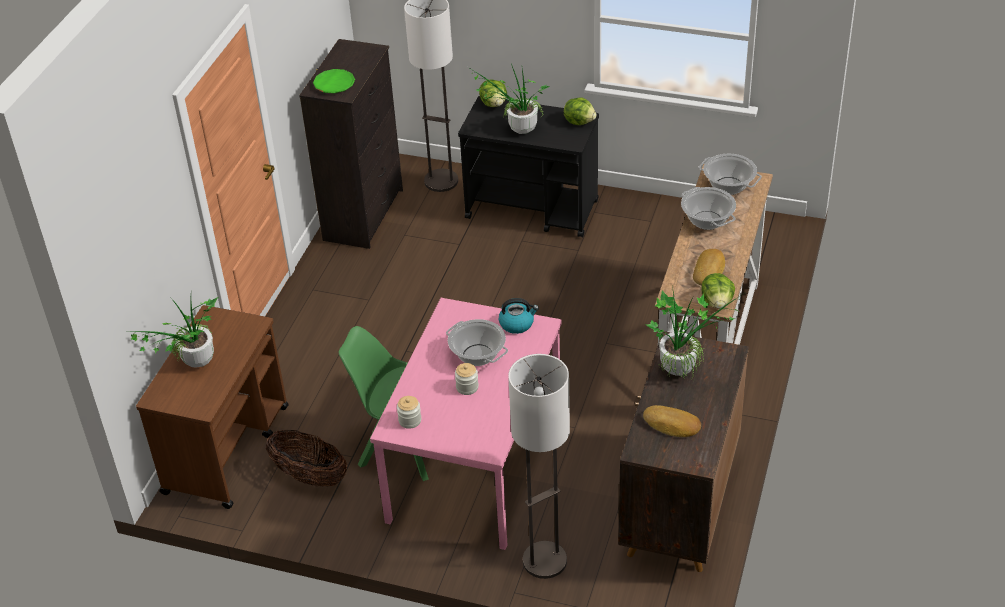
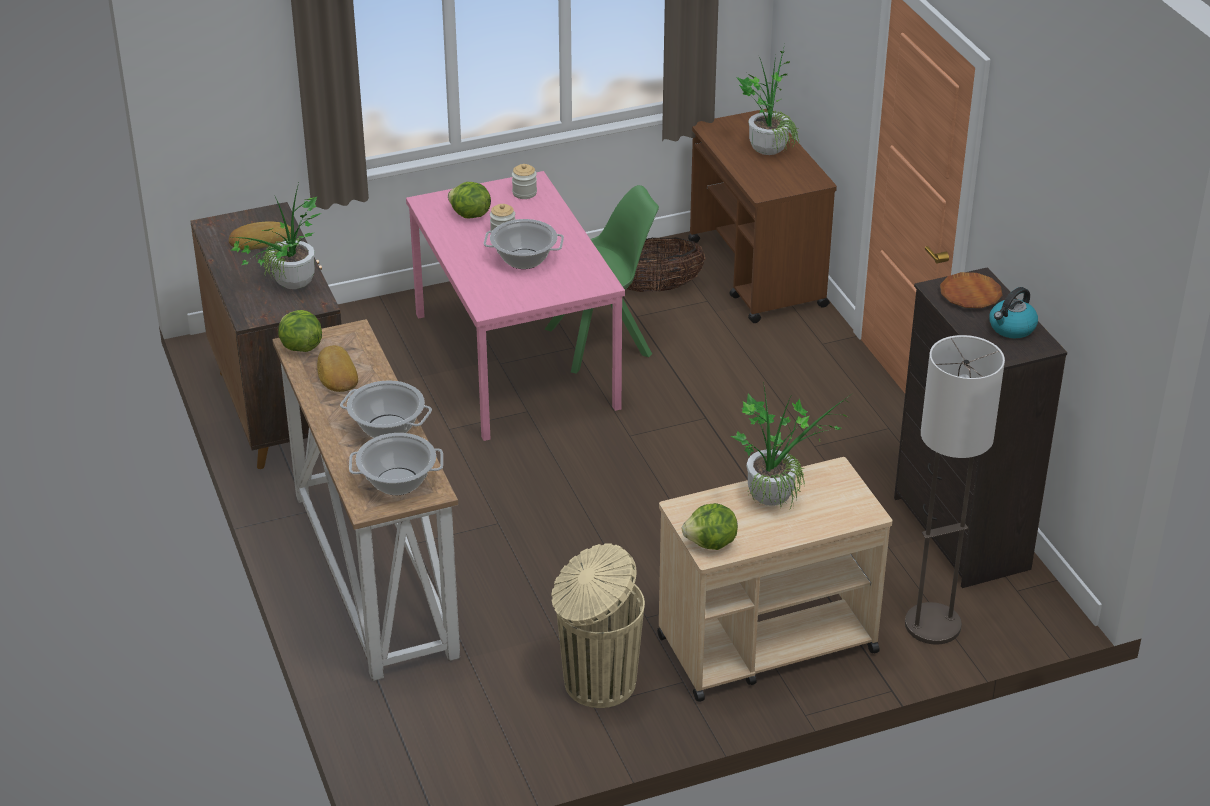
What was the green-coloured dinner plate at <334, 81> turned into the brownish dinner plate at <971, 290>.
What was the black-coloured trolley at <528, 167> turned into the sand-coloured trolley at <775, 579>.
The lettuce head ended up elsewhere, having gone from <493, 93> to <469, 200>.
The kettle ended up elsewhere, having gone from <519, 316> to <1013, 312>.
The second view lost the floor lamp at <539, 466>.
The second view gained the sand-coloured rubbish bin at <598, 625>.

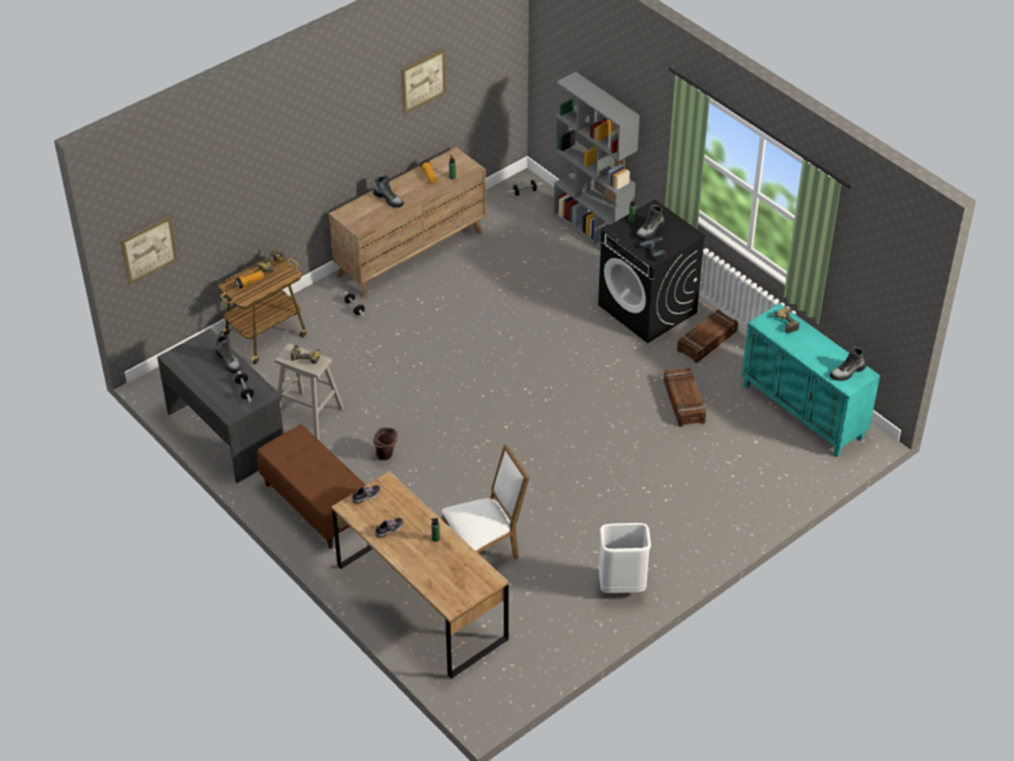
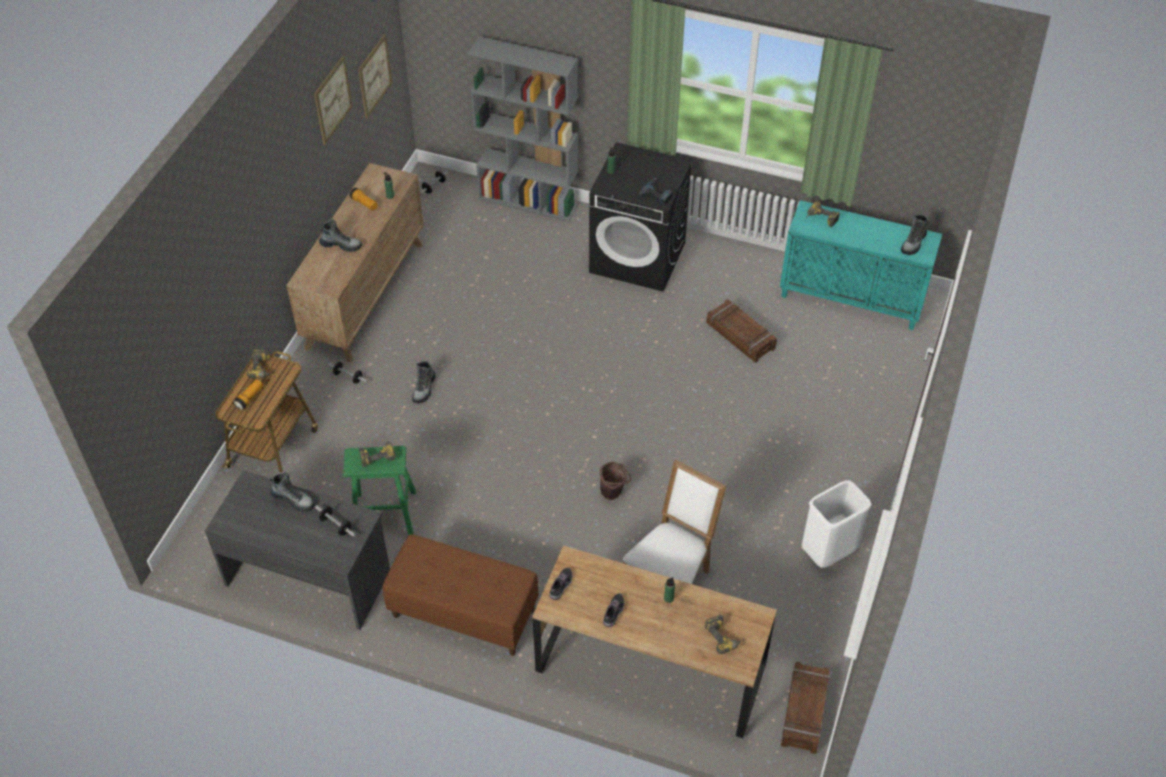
The picture ended up elsewhere, having gone from <149, 250> to <375, 76>.
What was the sand-coloured stool seat at <309, 391> turned into the green-coloured stool seat at <379, 490>.
The brownish bucket ended up elsewhere, having gone from <385, 443> to <616, 481>.
The boot ended up elsewhere, having gone from <651, 222> to <424, 382>.
The packing crate ended up elsewhere, having gone from <707, 336> to <805, 708>.
The second view gained the electric drill at <724, 634>.

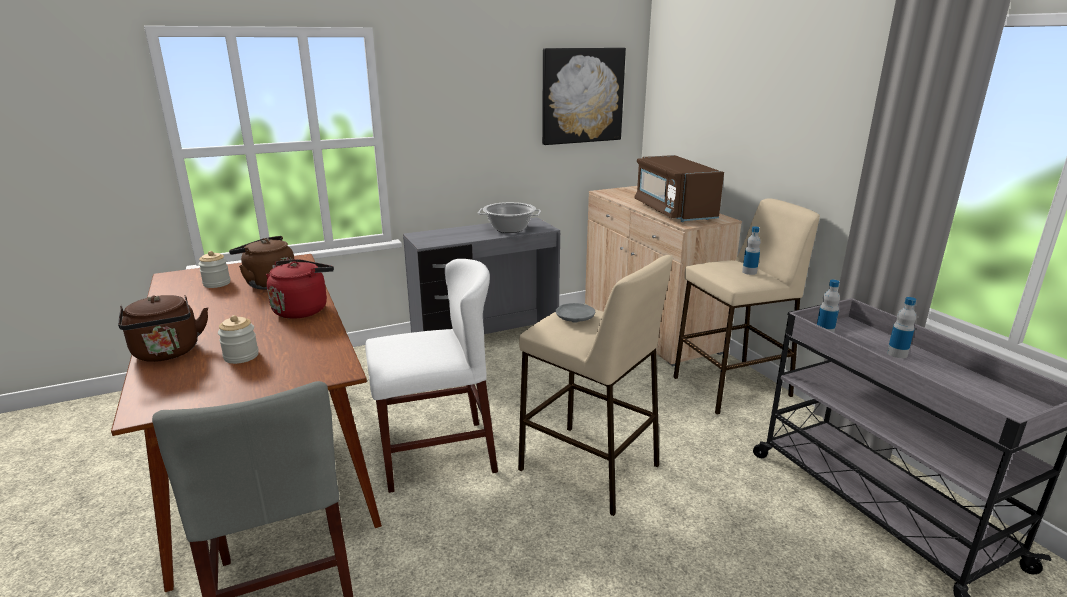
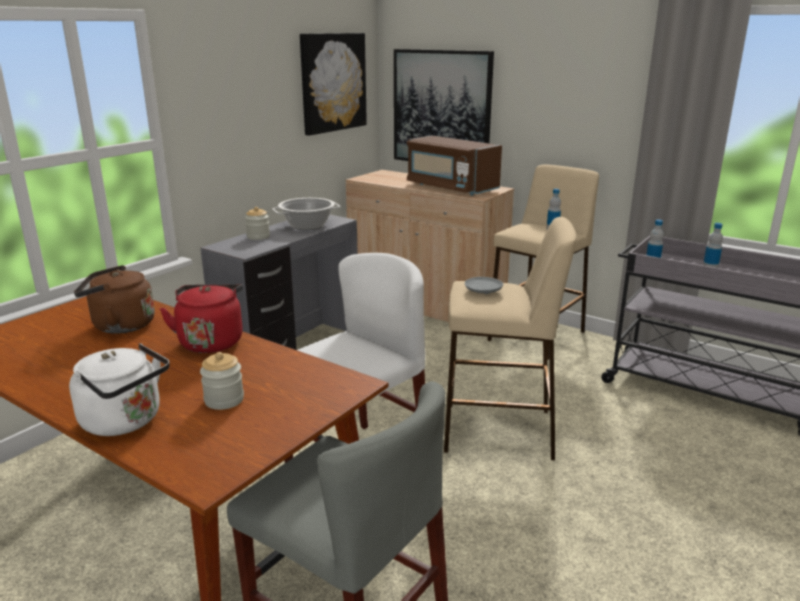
What was the brownish kettle at <163, 328> turned into the white kettle at <119, 389>.
The jar ended up elsewhere, having gone from <214, 269> to <257, 223>.
The second view gained the picture at <444, 105>.

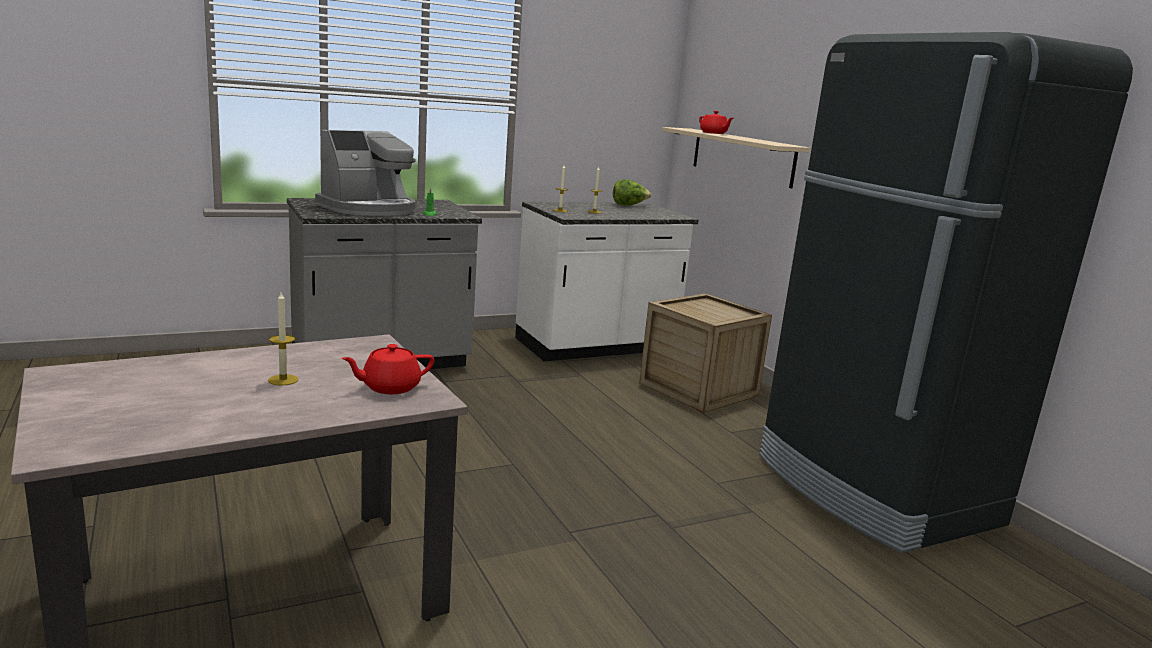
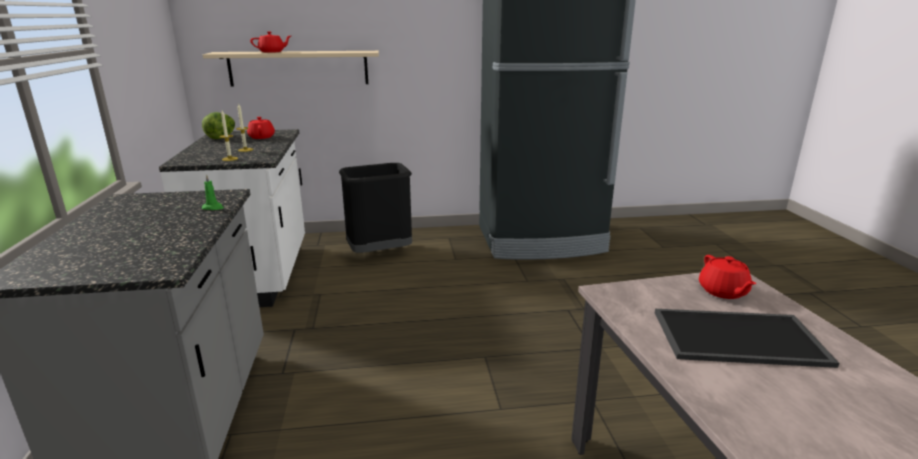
Where the wax light stood at <283, 339>, the tray came to stand at <747, 338>.
The second view lost the coffee brewer at <365, 173>.
Where the packing crate stood at <705, 353>, the black-coloured rubbish bin came to stand at <375, 208>.
The second view gained the red pot for tea at <261, 128>.

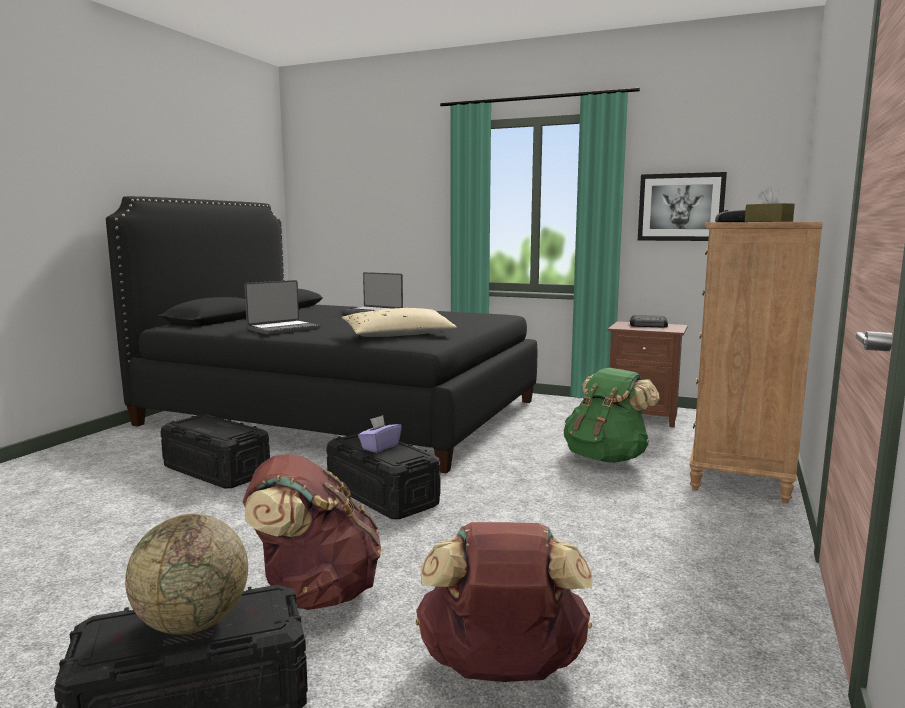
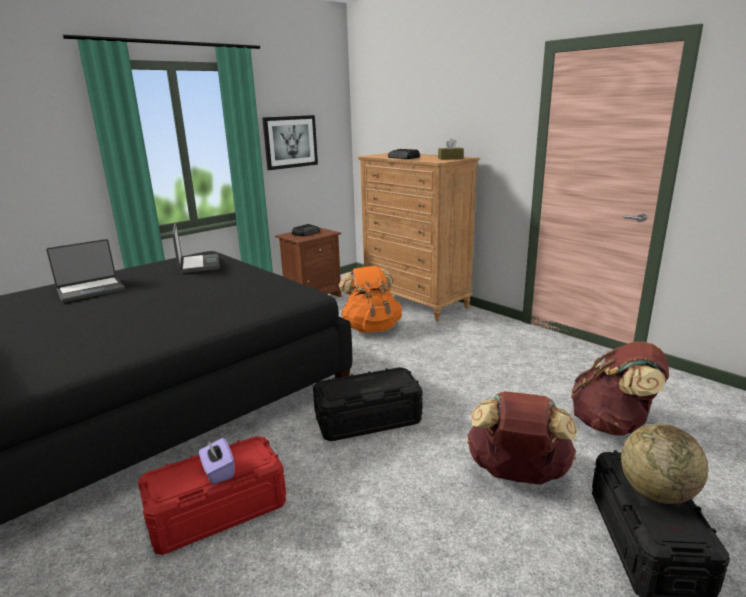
What was the black-coloured storage container at <215, 451> turned into the red storage container at <212, 495>.
The notebook computer ended up elsewhere, having gone from <282, 307> to <196, 248>.
The second view lost the sand-coloured throw pillow at <399, 322>.
The purple-coloured tissue holder ended up elsewhere, having gone from <380, 434> to <216, 461>.
What was the green-coloured backpack at <612, 415> turned into the orange backpack at <370, 299>.

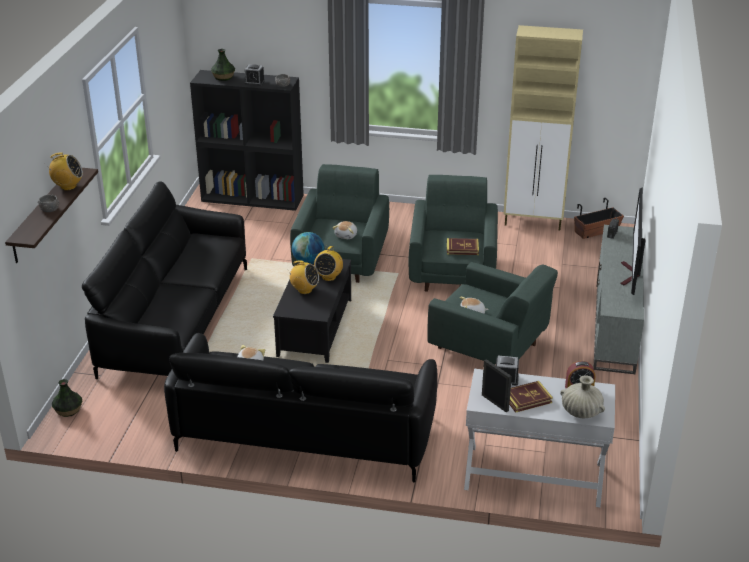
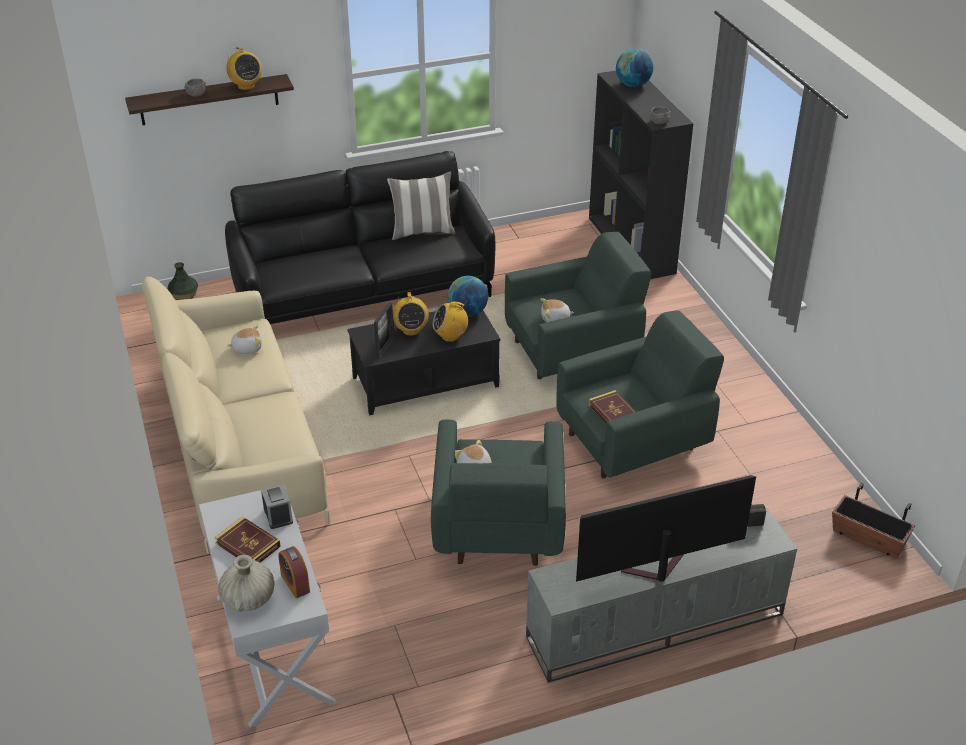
What was the black-coloured couch at <300, 407> turned into the sand-coloured couch at <236, 415>.
Where the decorative vase stood at <223, 65>, the world globe came to stand at <634, 68>.
The second view lost the alarm clock at <255, 75>.
The picture frame ended up elsewhere, having gone from <497, 385> to <384, 331>.
The second view lost the sand-coloured cabinet at <543, 128>.
The second view gained the throw pillow at <421, 205>.

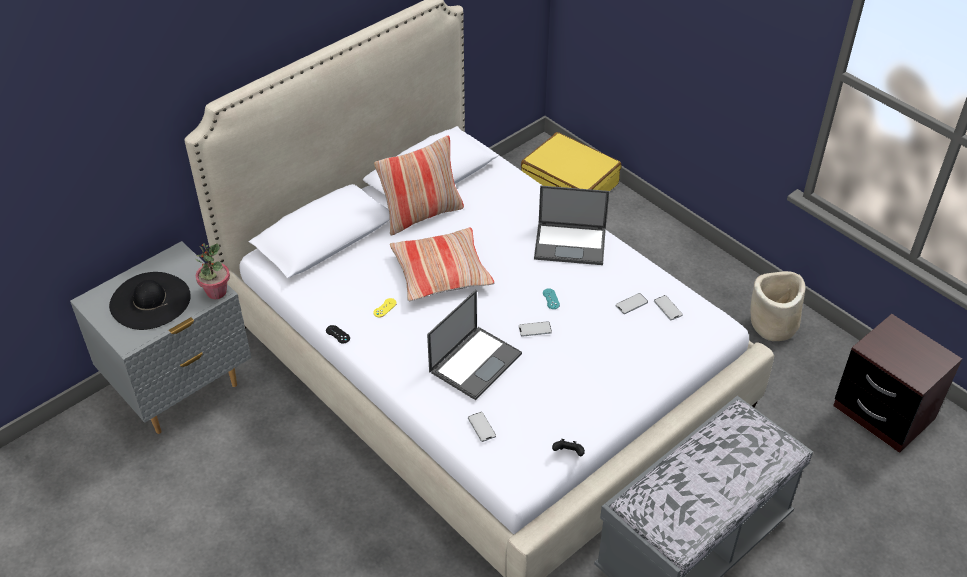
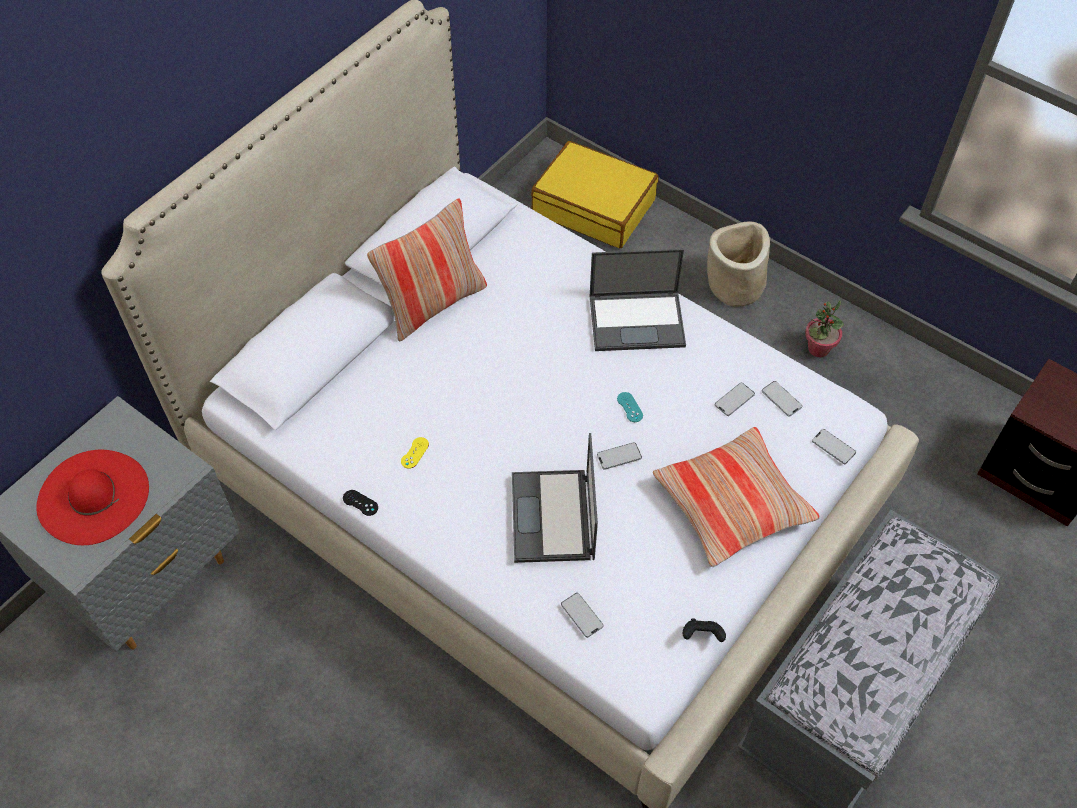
What was the black-coloured clothing hat at <150, 301> turned into the red clothing hat at <92, 497>.
The plant in a pot ended up elsewhere, having gone from <212, 271> to <824, 328>.
The throw pillow ended up elsewhere, having gone from <442, 264> to <736, 497>.
The notebook computer at <474, 345> ended up facing another way, 150 degrees clockwise from before.
The sand-coloured planter ended up elsewhere, having gone from <777, 306> to <738, 264>.
The second view gained the phone at <834, 446>.

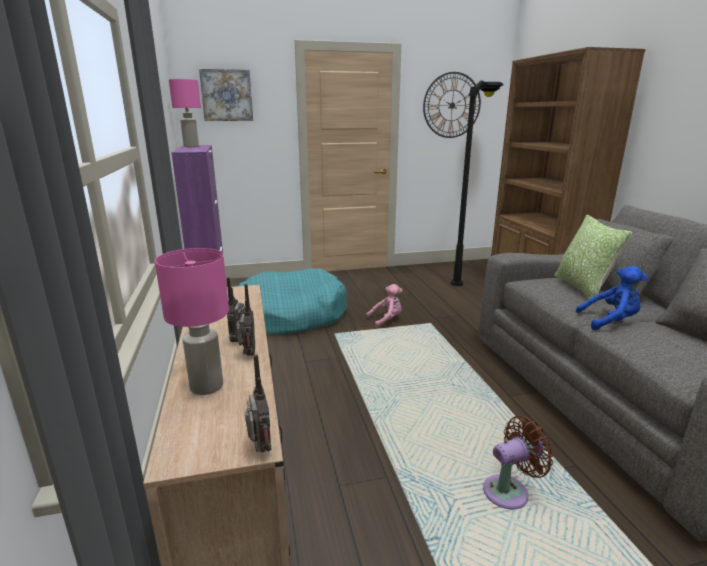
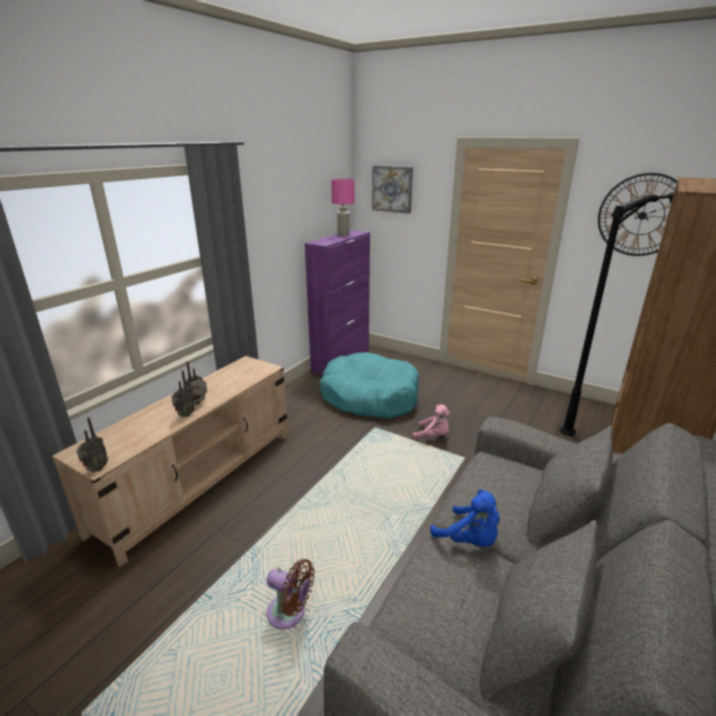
The second view lost the pink-coloured table lamp at <192, 321>.
The second view lost the throw pillow at <593, 257>.

